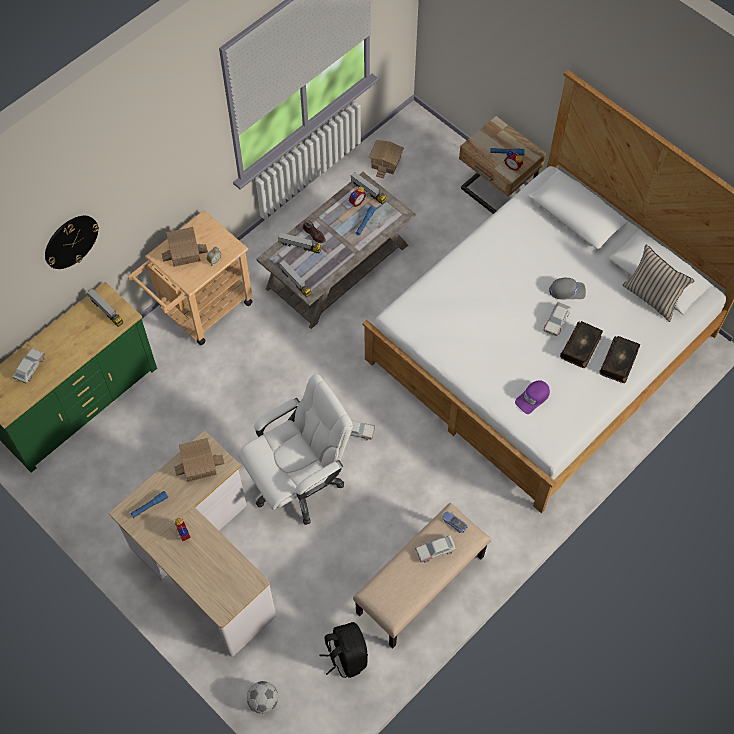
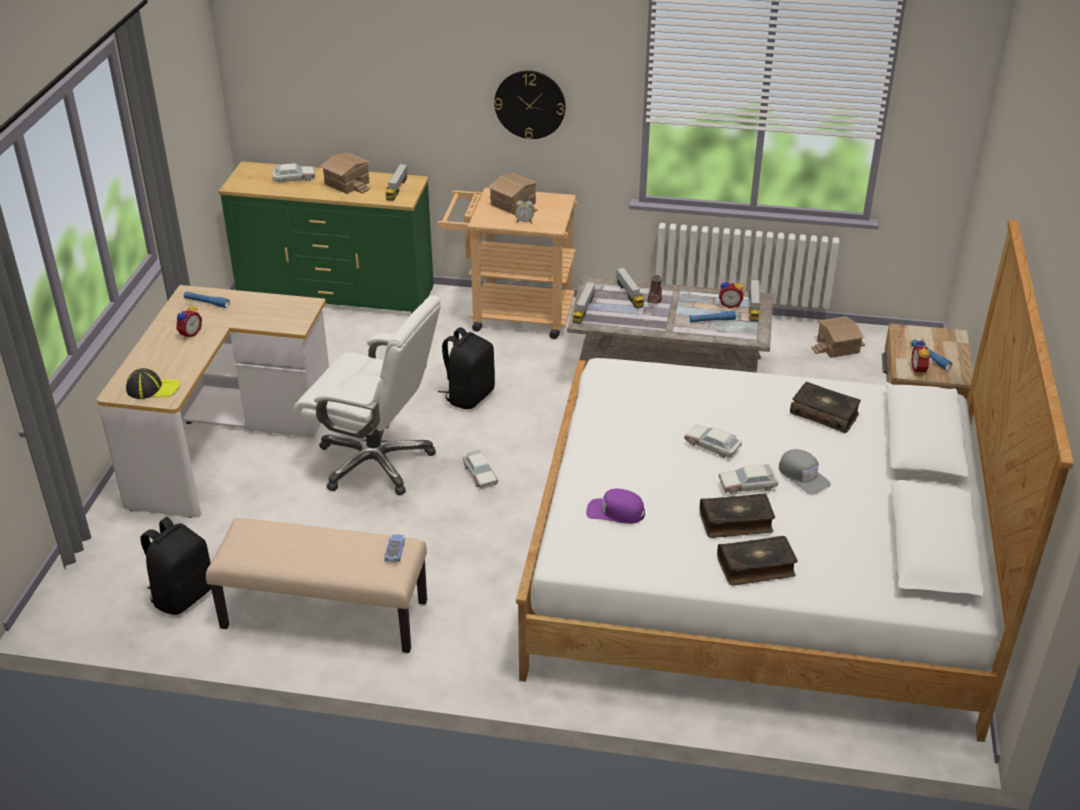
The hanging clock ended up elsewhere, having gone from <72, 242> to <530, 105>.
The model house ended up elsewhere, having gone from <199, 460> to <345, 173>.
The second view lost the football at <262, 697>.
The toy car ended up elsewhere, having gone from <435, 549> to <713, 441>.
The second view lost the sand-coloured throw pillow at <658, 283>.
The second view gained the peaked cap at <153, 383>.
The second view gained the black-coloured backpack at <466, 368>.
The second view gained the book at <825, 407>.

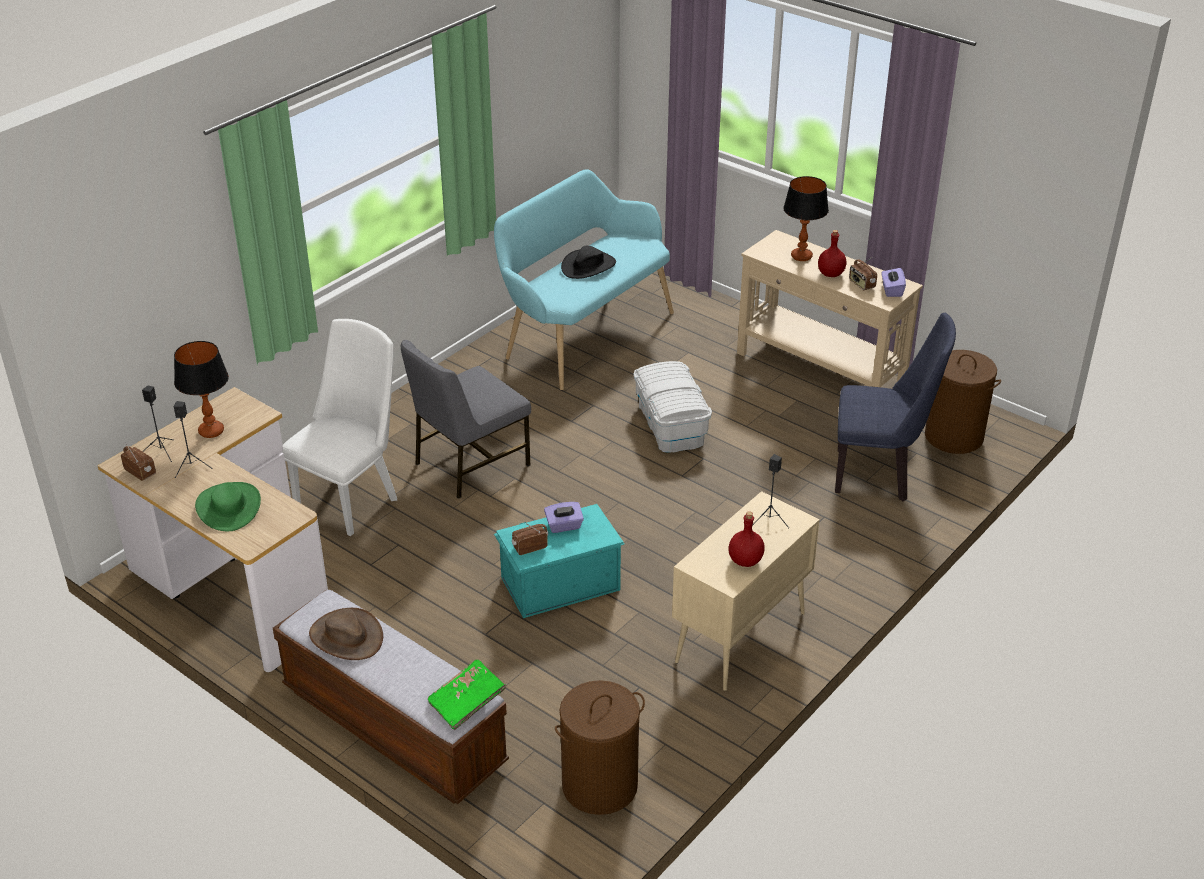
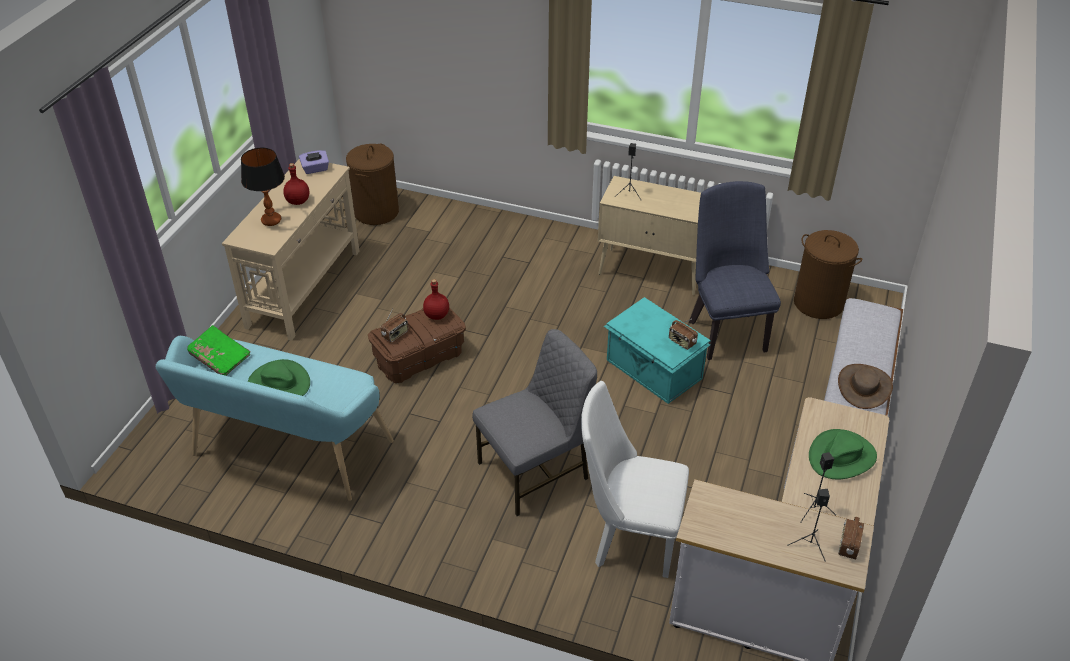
The second view lost the table lamp at <201, 389>.
The grey upright chair at <466, 419> ended up facing another way, 60 degrees counterclockwise from before.
The green-coloured book ended up elsewhere, having gone from <467, 695> to <219, 350>.
The second view lost the purple-coloured tissue holder at <564, 517>.
What was the black-coloured clothing hat at <588, 262> turned into the green-coloured clothing hat at <279, 377>.
What was the white storage container at <672, 406> turned into the brownish storage container at <417, 345>.
The red bottle ended up elsewhere, having gone from <746, 539> to <436, 299>.
The blue-coloured upright chair ended up elsewhere, having gone from <895, 407> to <735, 270>.
The radio receiver ended up elsewhere, having gone from <863, 273> to <394, 325>.

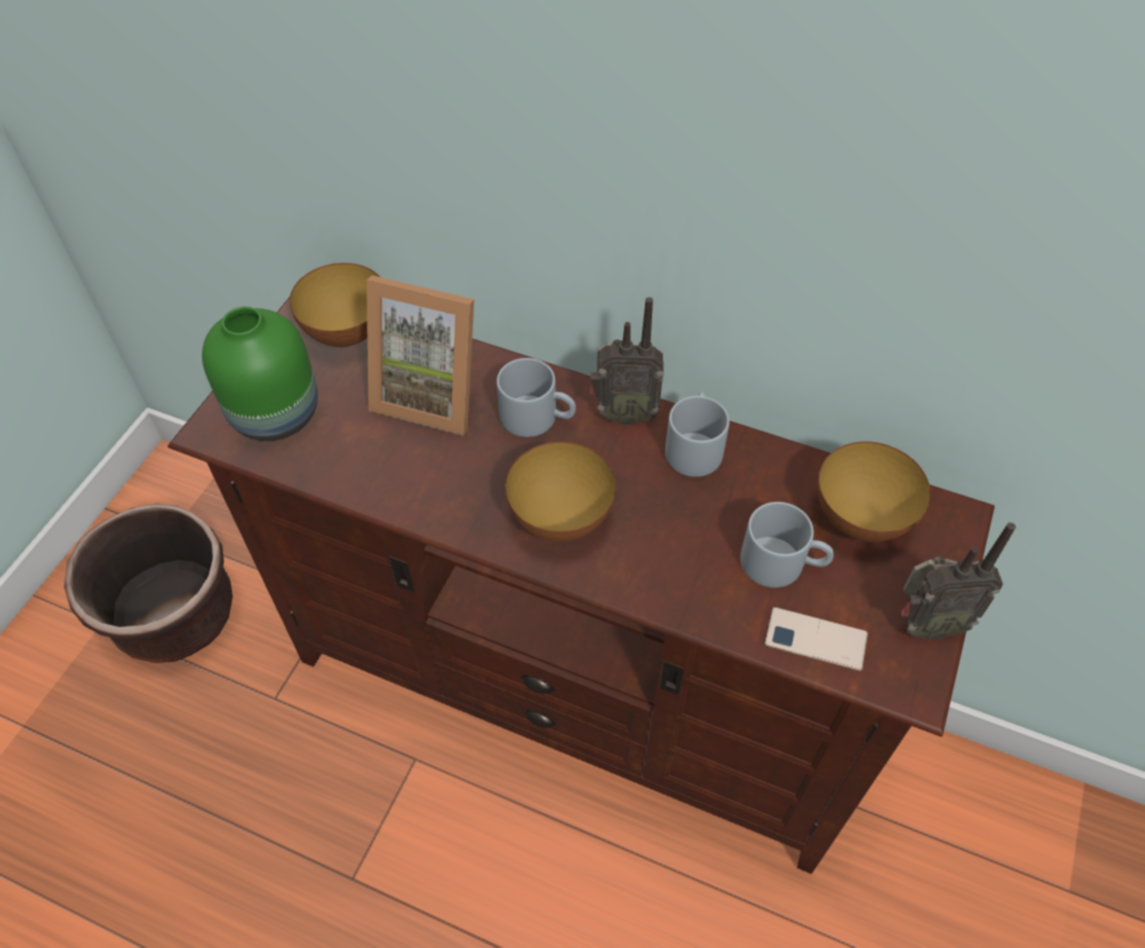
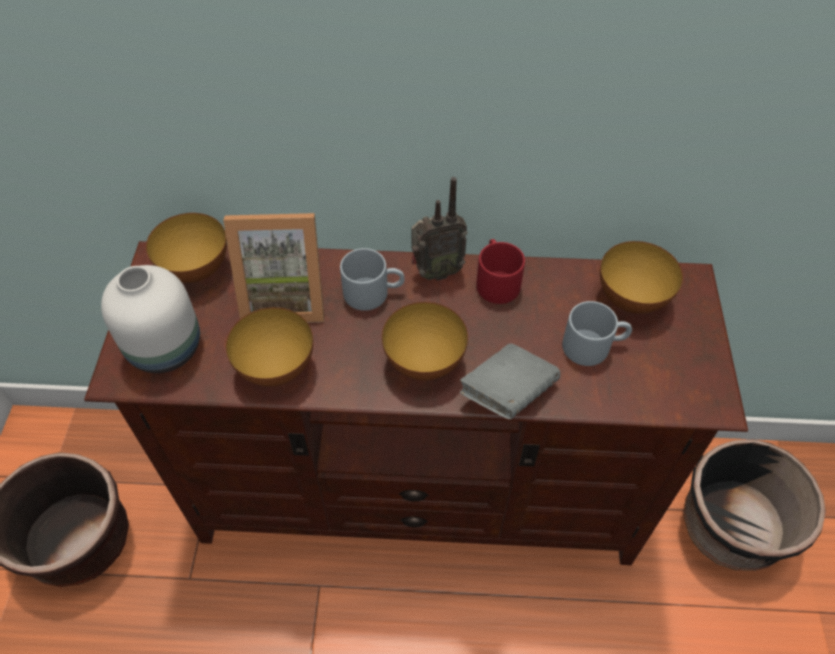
What was the green-coloured decorative vase at <260, 373> turned into the white decorative vase at <150, 319>.
What was the grey mug at <697, 434> turned into the red mug at <500, 271>.
The second view lost the phone at <816, 639>.
The second view lost the radio receiver at <958, 580>.
The second view gained the deep dish at <269, 347>.
The second view gained the grey book at <510, 381>.
The second view gained the black-coloured planter at <754, 505>.

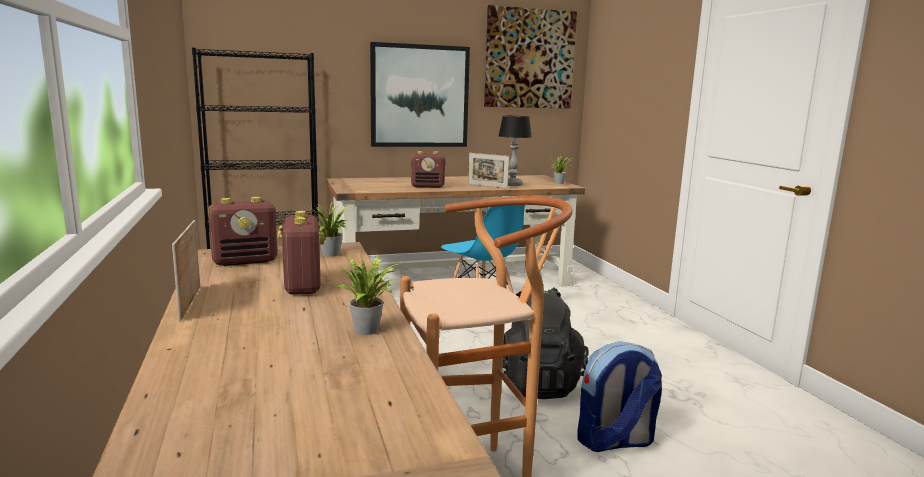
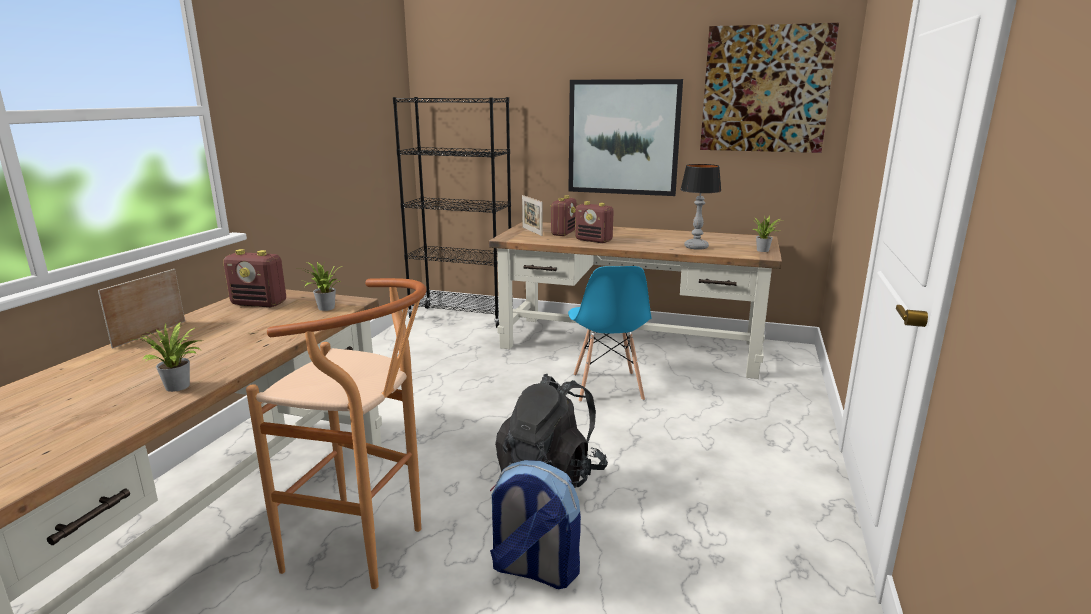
The radio receiver ended up elsewhere, having gone from <301, 253> to <563, 215>.
The picture frame ended up elsewhere, having gone from <488, 170> to <532, 215>.

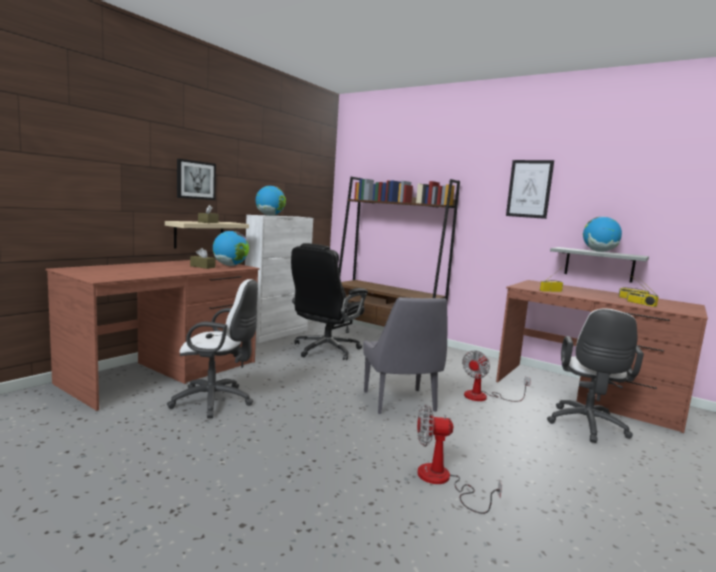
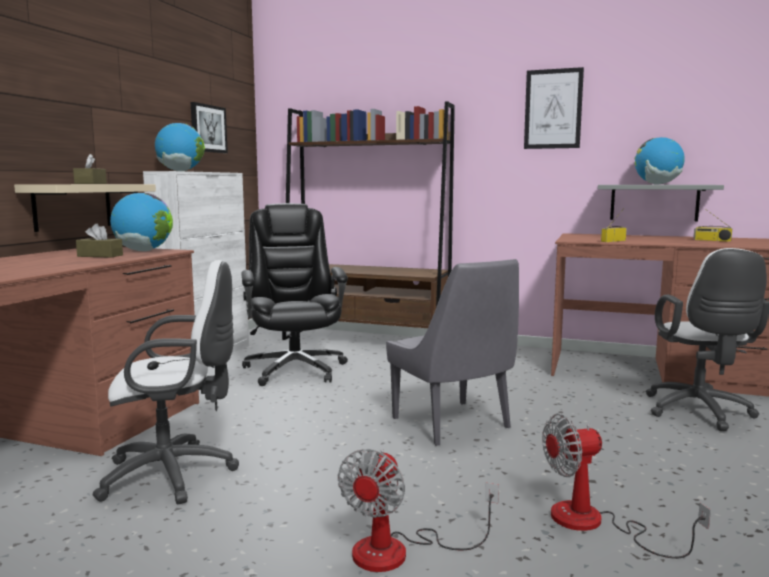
The picture ended up elsewhere, having gone from <196, 179> to <209, 127>.
The black-coloured desk chair at <329, 301> ended up facing another way, 150 degrees clockwise from before.
The electric fan ended up elsewhere, having gone from <496, 376> to <418, 510>.
The second view lost the radio receiver at <643, 292>.

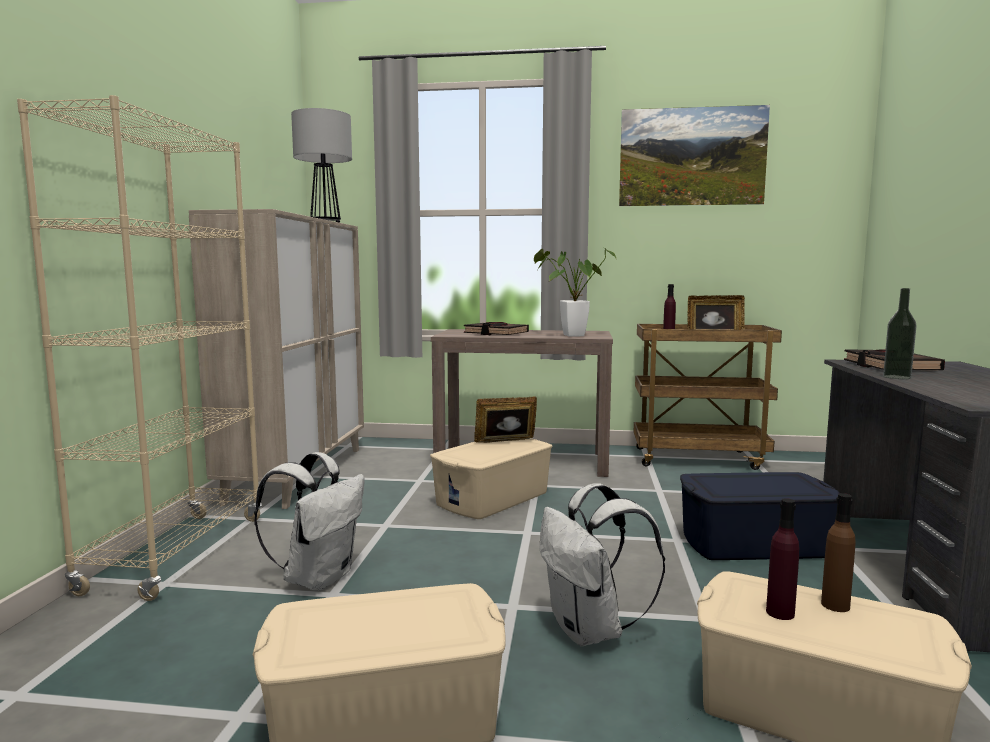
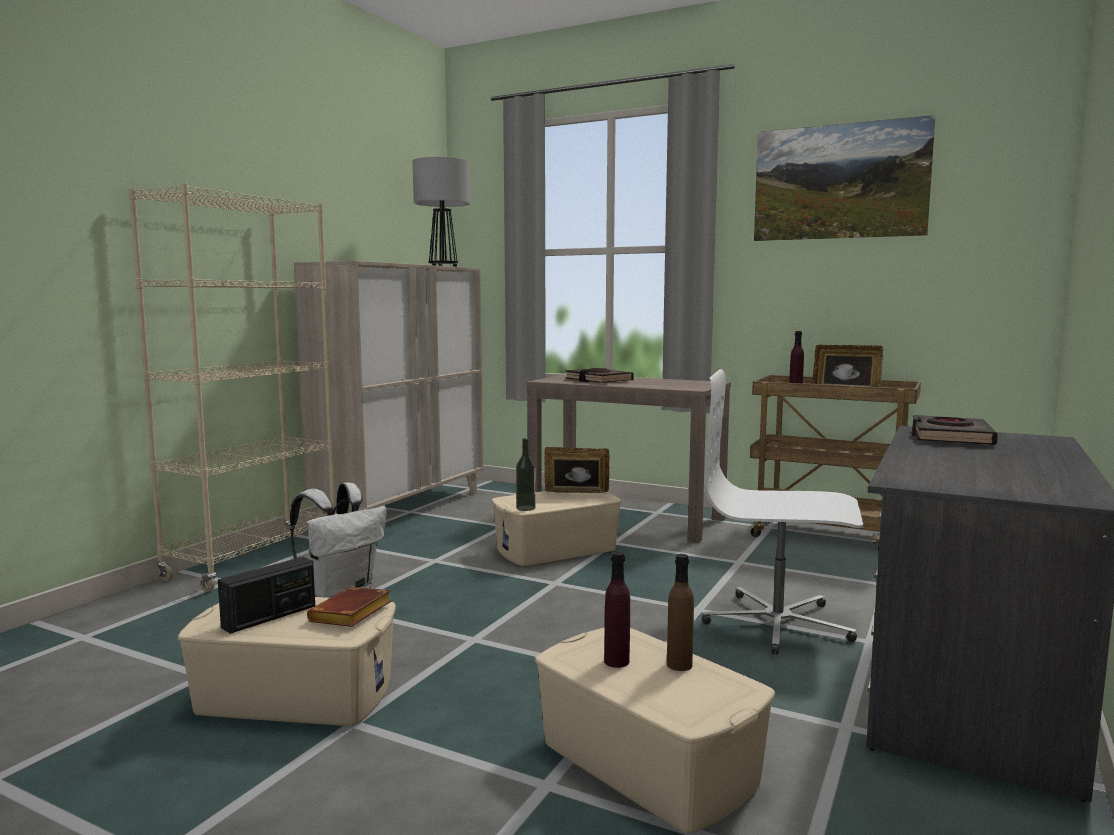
The second view lost the plant in a pot at <575, 292>.
The second view lost the white backpack at <602, 564>.
Where the blue-coloured storage container stood at <760, 516>, the white desk chair came to stand at <782, 512>.
The bottle ended up elsewhere, having gone from <899, 333> to <526, 474>.
The second view gained the radio receiver at <266, 595>.
The second view gained the brownish book at <349, 607>.

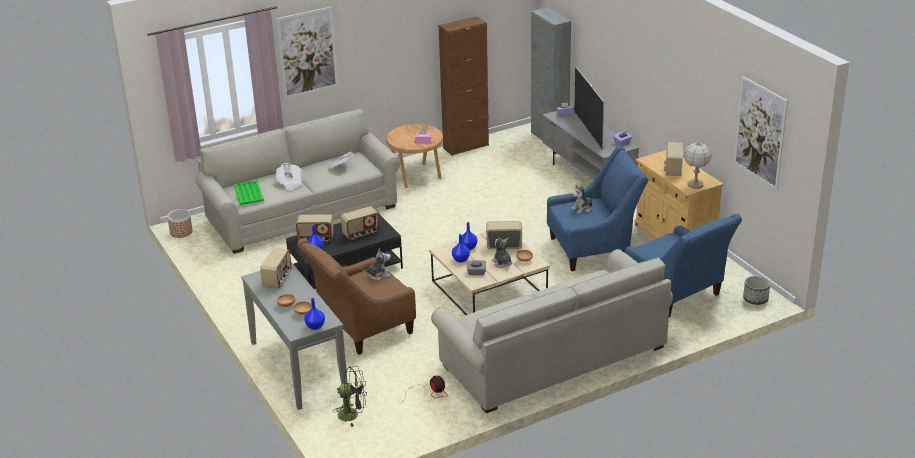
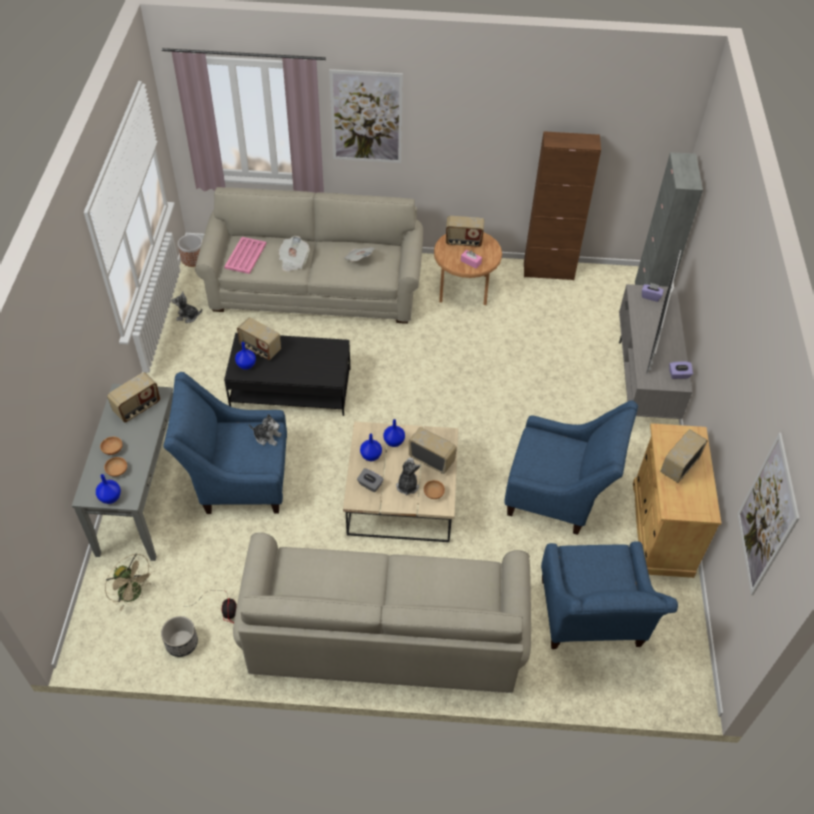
What was the green-coloured tray at <249, 192> turned into the pink-coloured tray at <245, 255>.
What was the brownish lounge chair at <356, 296> turned into the blue-coloured lounge chair at <225, 443>.
What was the black-coloured electric fan at <351, 397> turned into the sand-coloured electric fan at <129, 582>.
The radio receiver ended up elsewhere, having gone from <359, 223> to <465, 231>.
The plush toy ended up elsewhere, having gone from <583, 199> to <187, 307>.
The second view lost the table lamp at <698, 165>.
The planter ended up elsewhere, having gone from <756, 290> to <179, 636>.

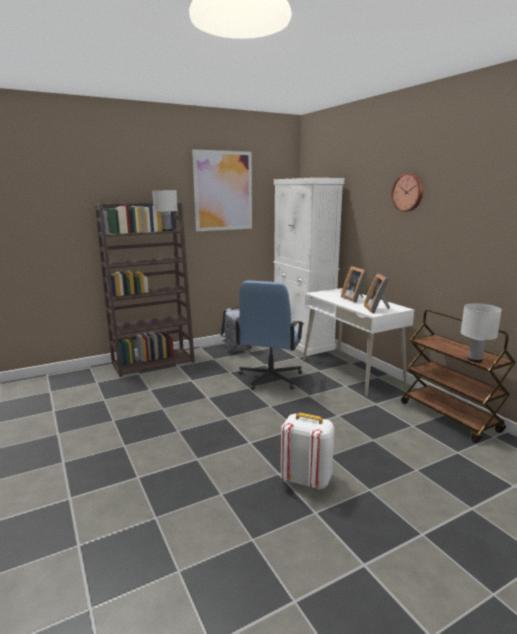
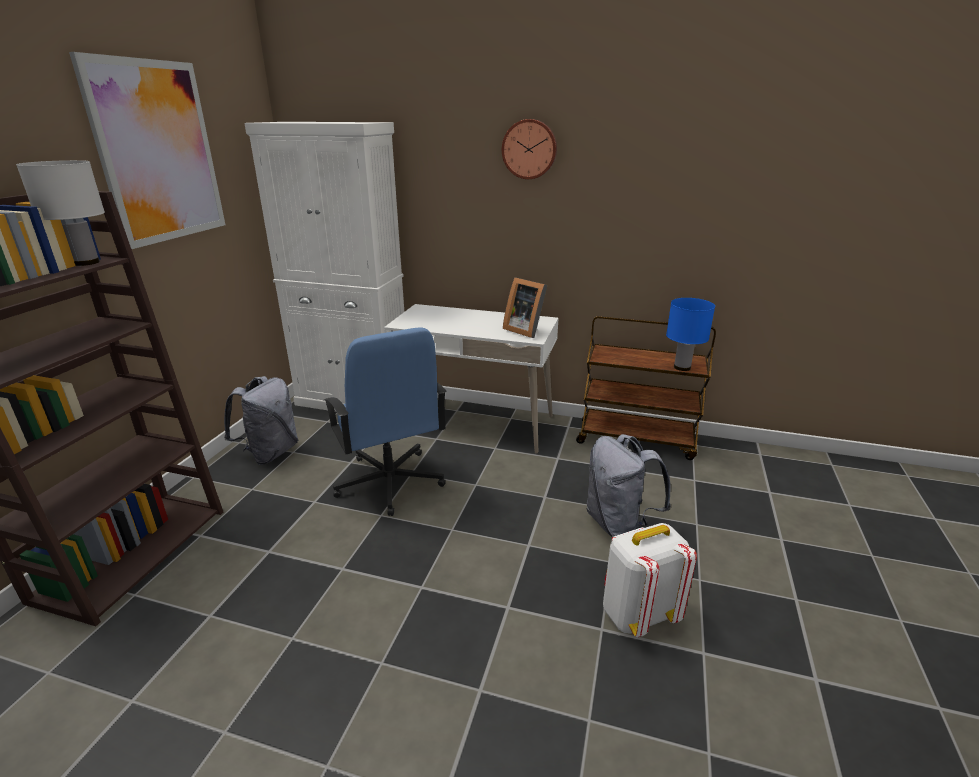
The second view lost the picture frame at <354, 284>.
What was the white table lamp at <481, 333> turned into the blue-coloured table lamp at <690, 334>.
The second view gained the grey backpack at <629, 485>.

